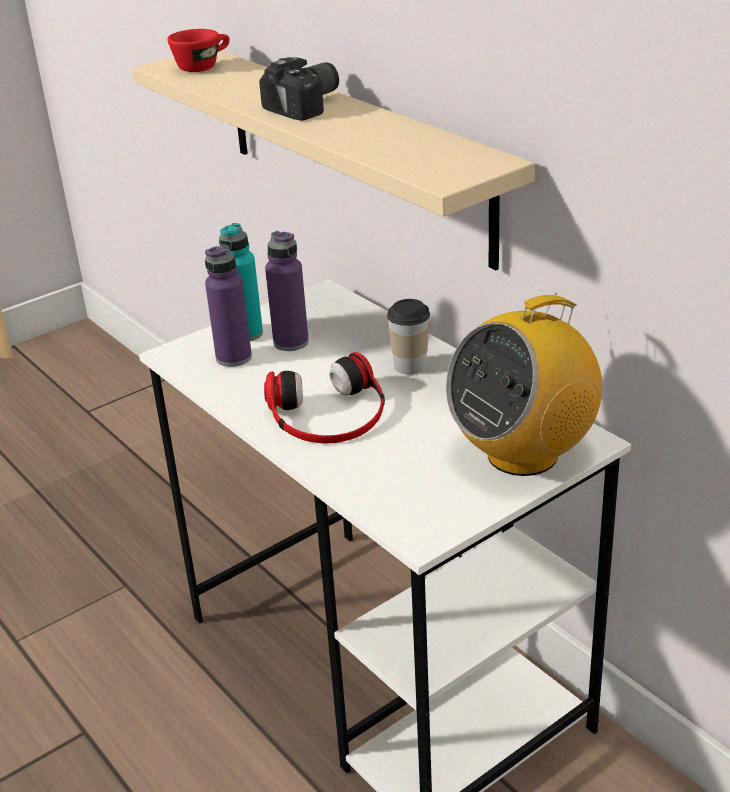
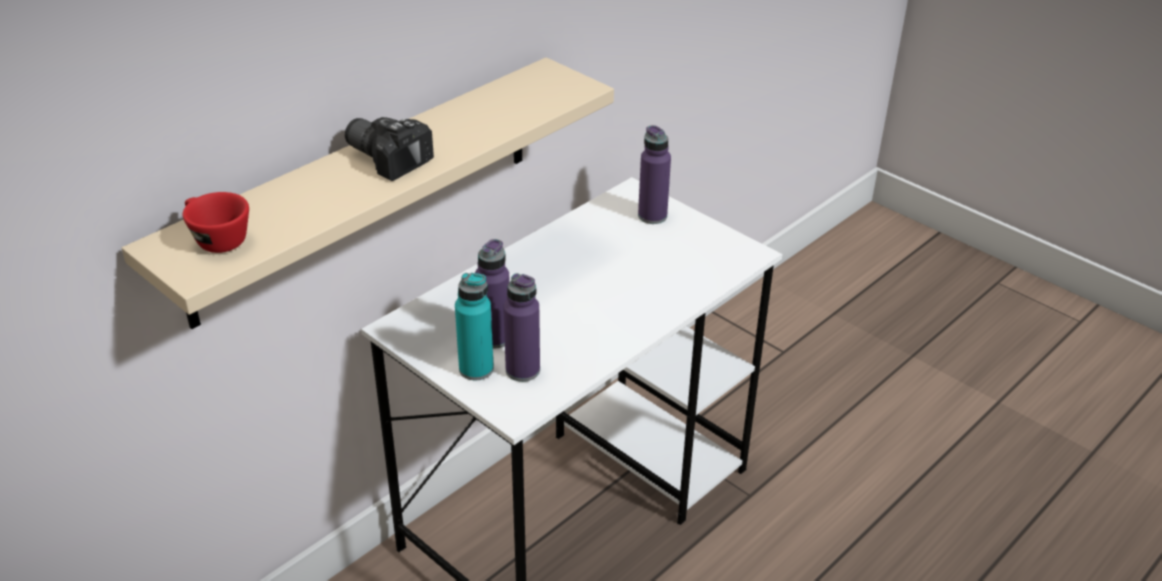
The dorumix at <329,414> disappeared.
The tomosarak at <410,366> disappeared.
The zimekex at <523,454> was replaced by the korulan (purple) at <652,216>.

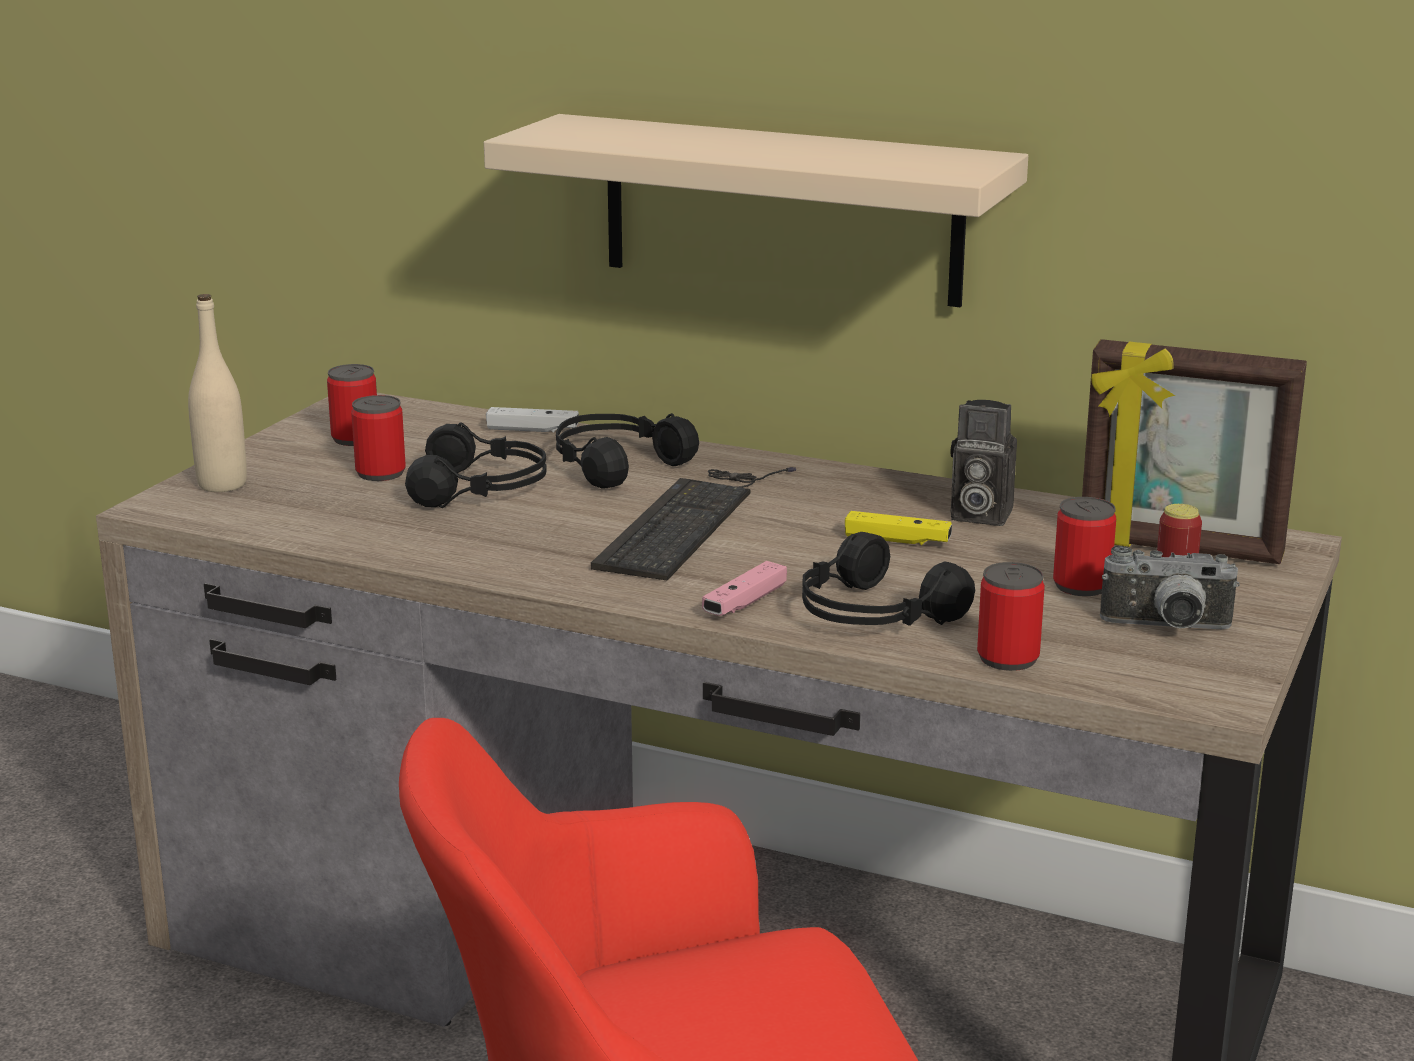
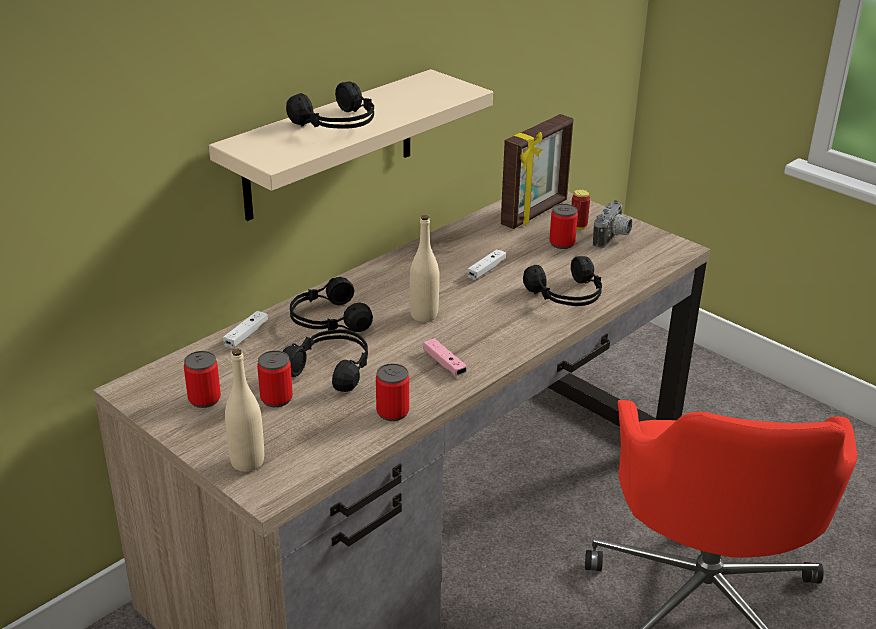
The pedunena at <977,515> disappeared.
The dorumix (black) at <338,124> appeared.
The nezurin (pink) moved from <745,602> to <444,363>.
The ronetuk moved from <1008,658> to <392,412>.
The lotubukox at <690,520> was replaced by the korulan (beige) at <424,315>.
The nezurin (yellow) at <897,540> became the nezurin (white) at <486,269>.

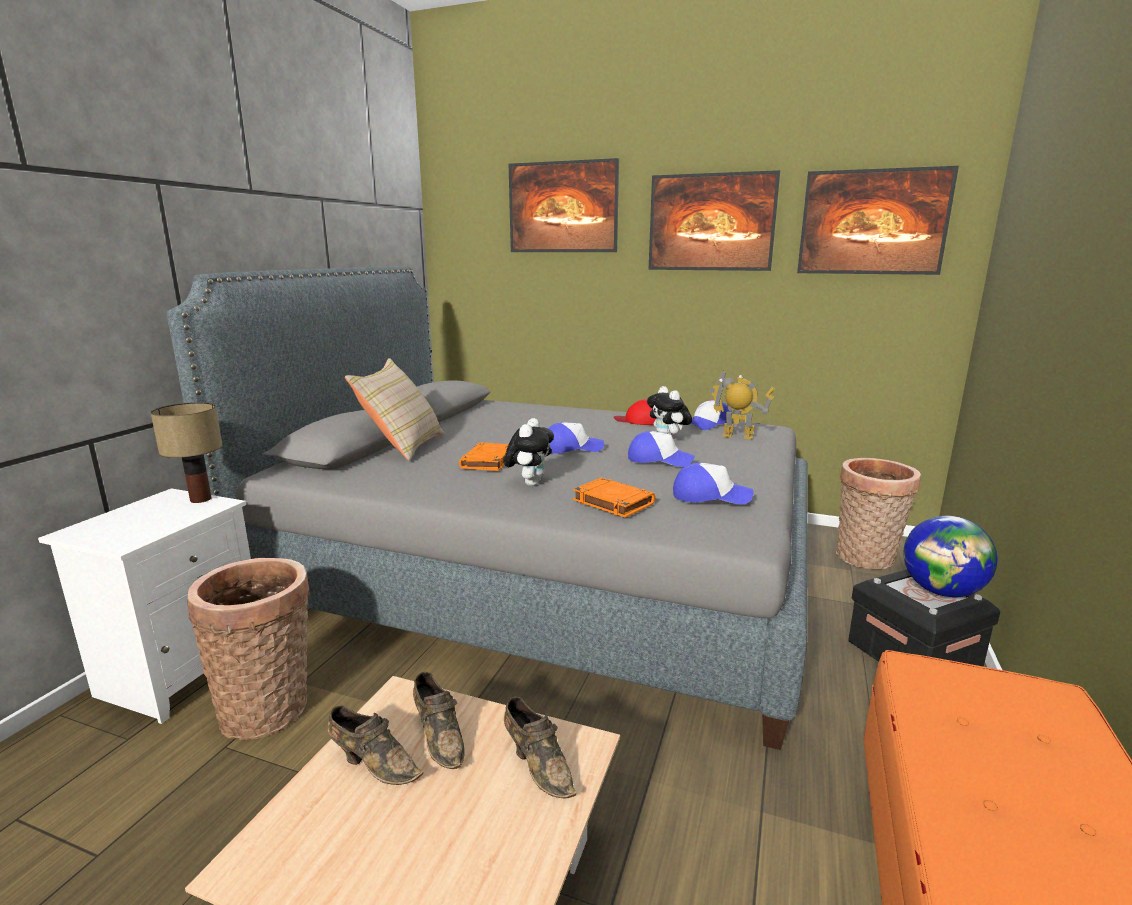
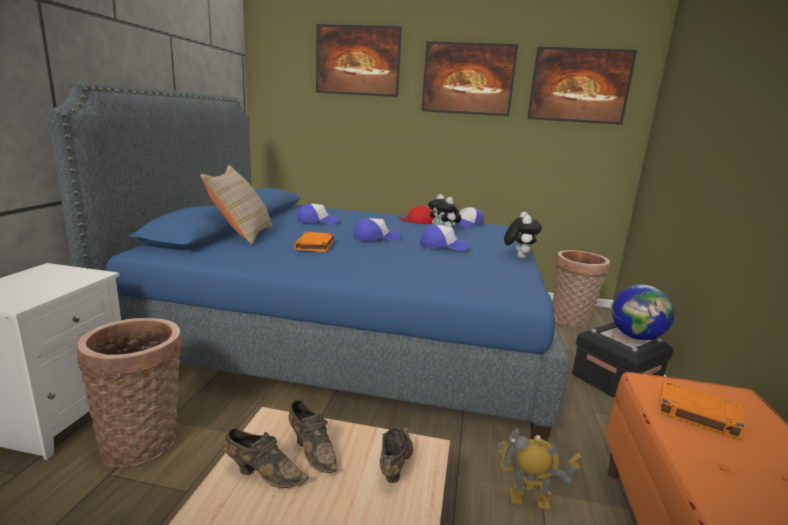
The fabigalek at <199,499> disappeared.
The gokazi moved from <530,483> to <518,257>.
The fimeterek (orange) moved from <612,502> to <697,413>.
The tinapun moved from <710,496> to <317,221>.
The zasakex moved from <737,436> to <529,500>.
The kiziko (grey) at <541,574> became the kiziko (blue) at <347,334>.
The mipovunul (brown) at <538,765> turned 120 degrees counterclockwise.

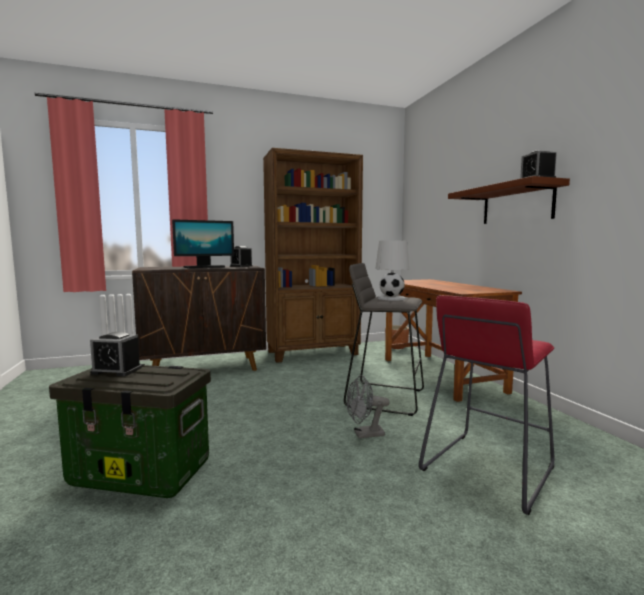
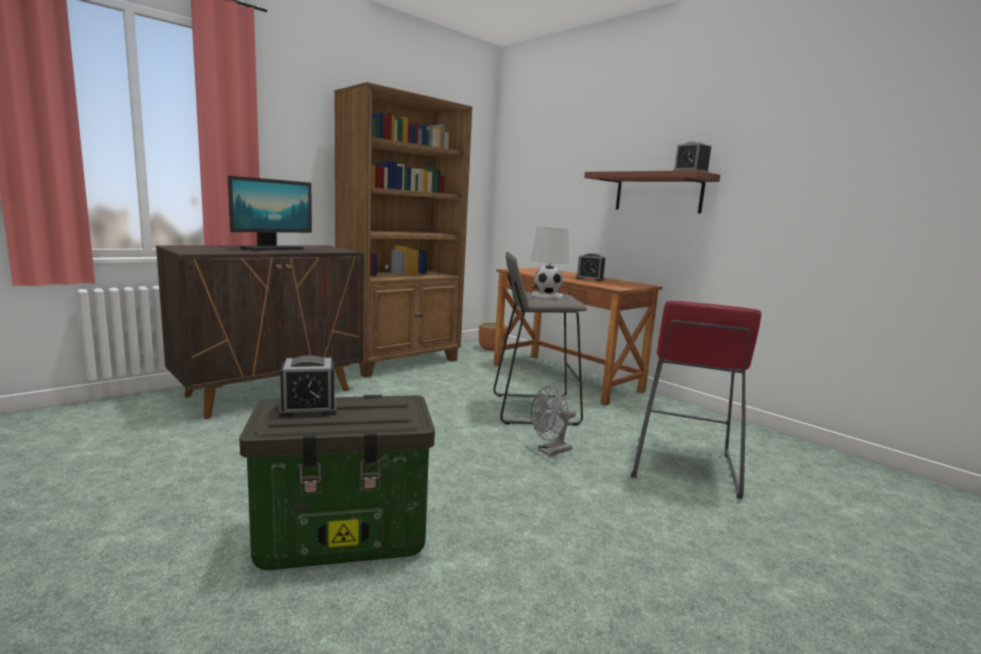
The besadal moved from <241,266> to <590,279>.

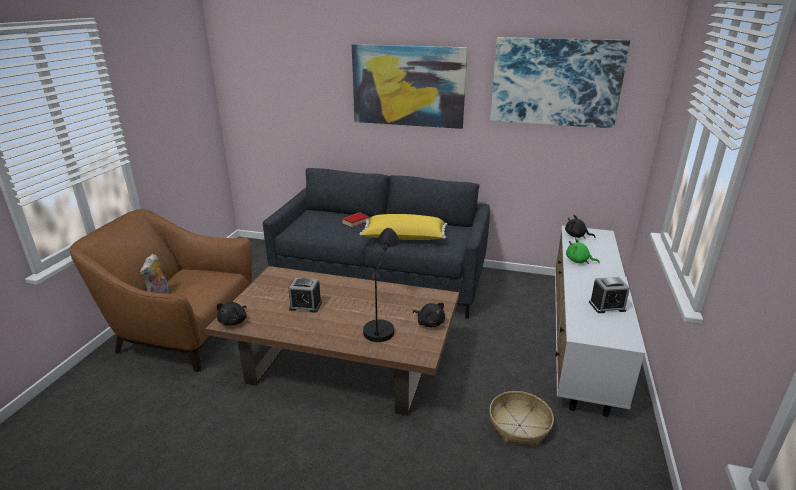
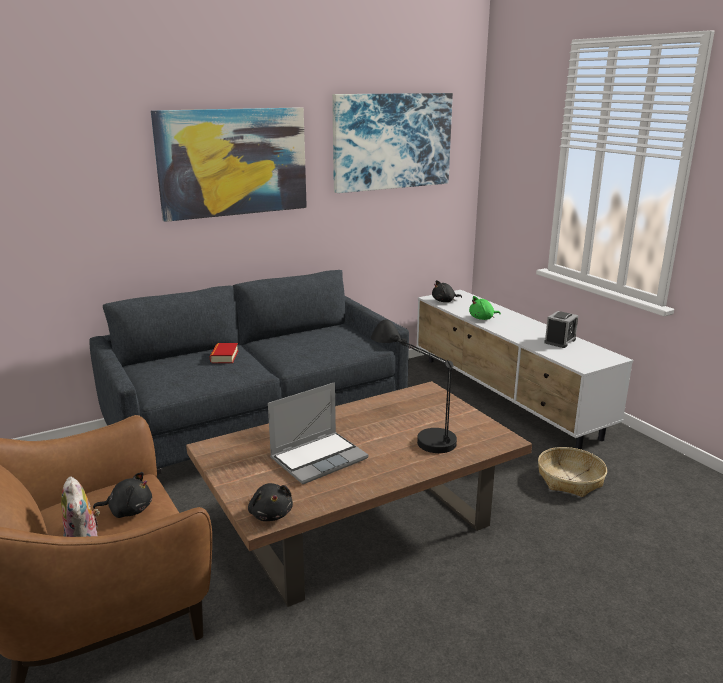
The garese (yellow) at <404,238> disappeared.
The gokazi (black) moved from <429,323> to <128,510>.
The besadal at <305,305> was replaced by the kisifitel at <319,458>.

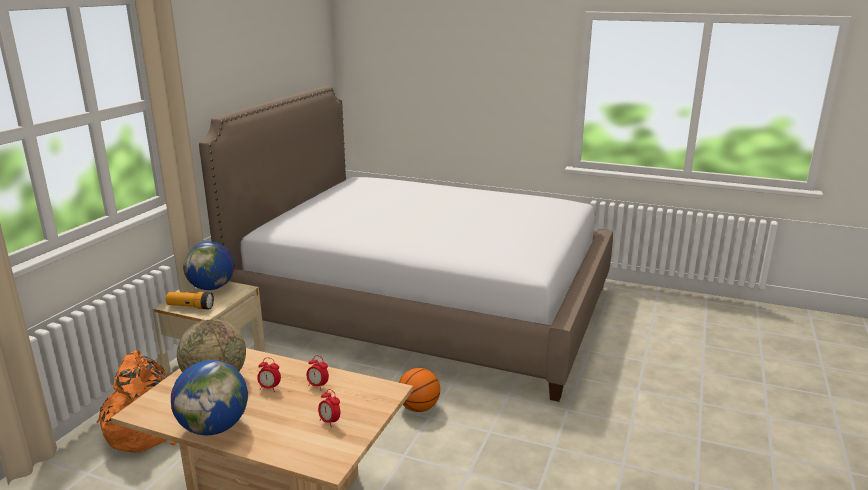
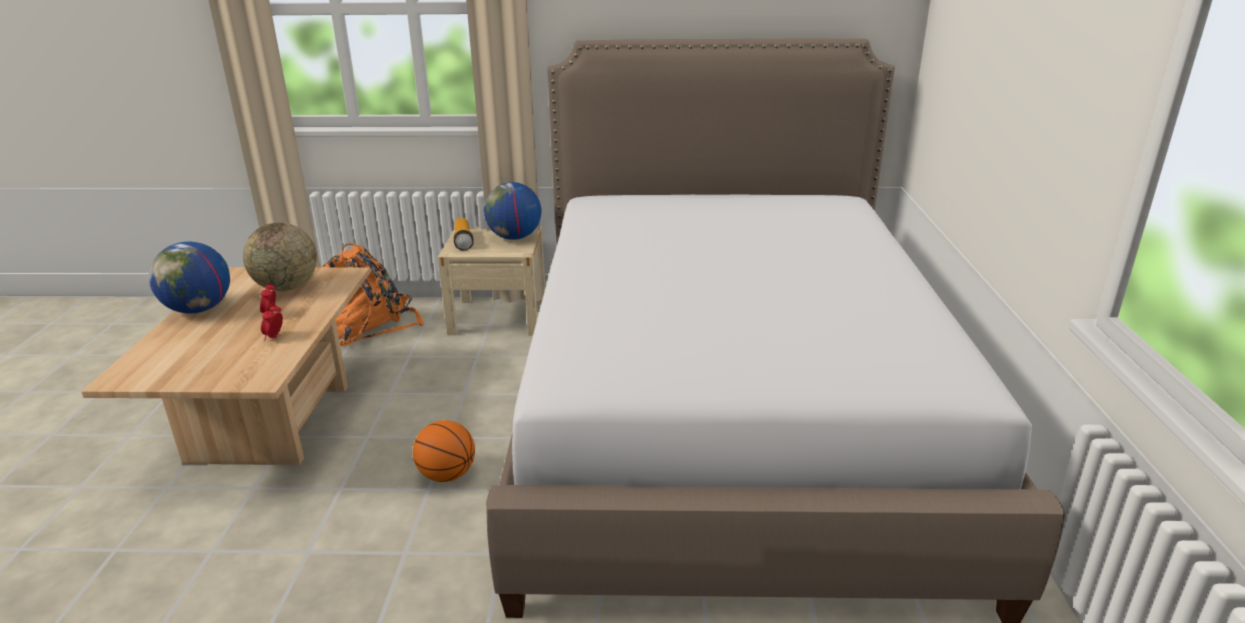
The besadal at <330,422> disappeared.

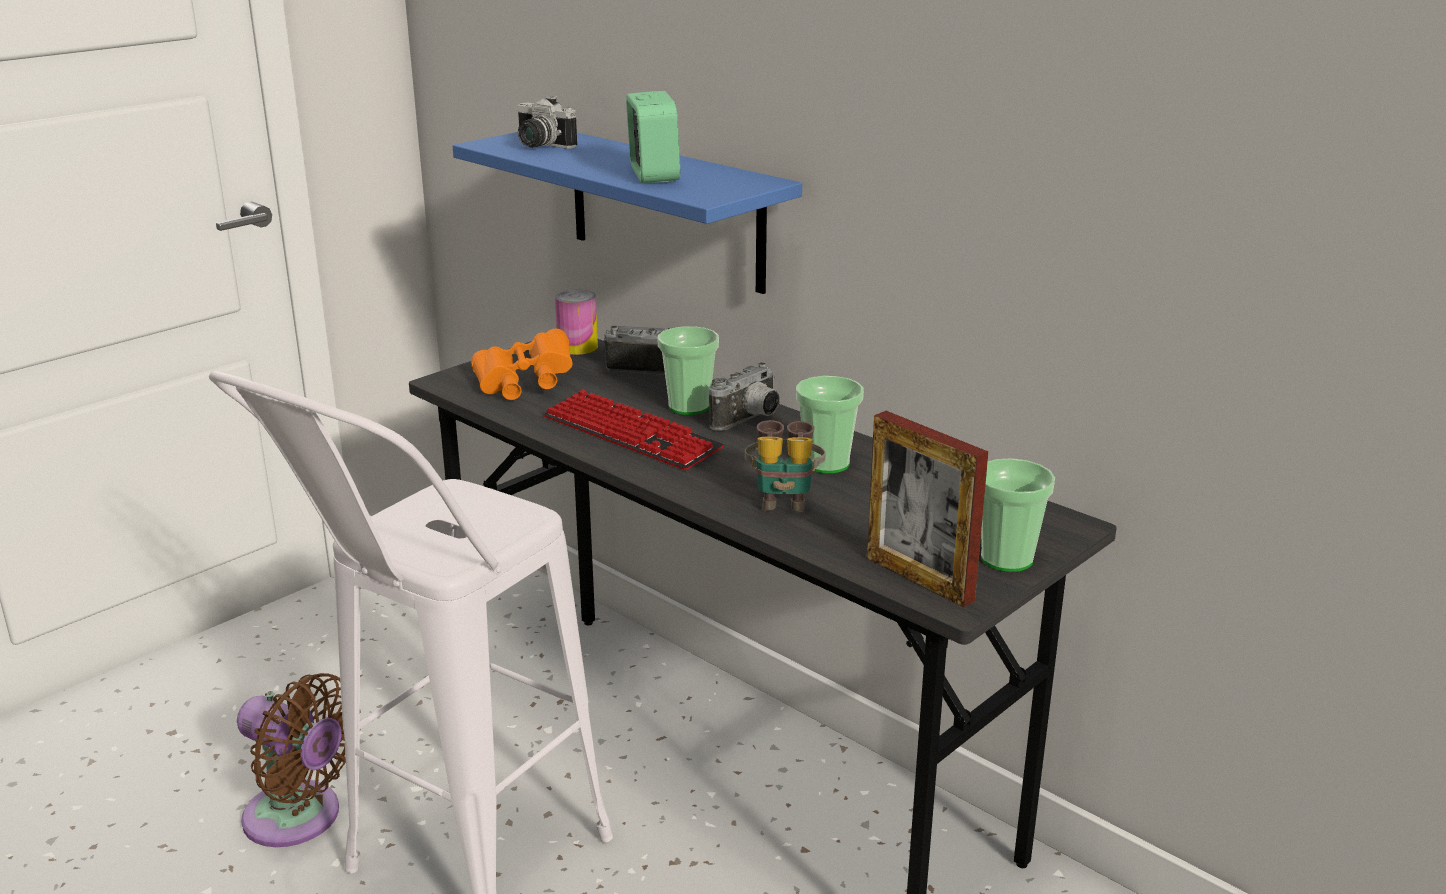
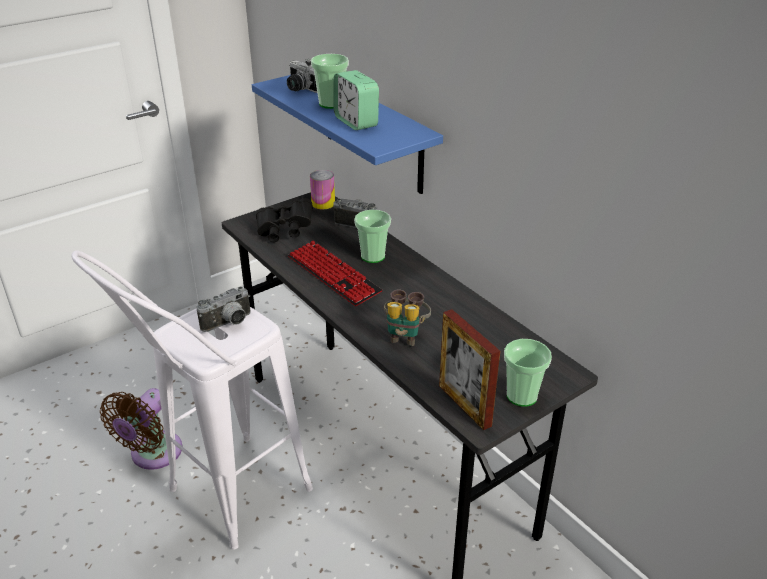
The pedunena moved from <750,420> to <229,324>.
The tomosarak moved from <827,463> to <331,104>.
The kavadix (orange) at <524,385> became the kavadix (black) at <284,231>.
The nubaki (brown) at <299,819> turned 75 degrees clockwise.
The besadal at <653,175> turned 150 degrees clockwise.

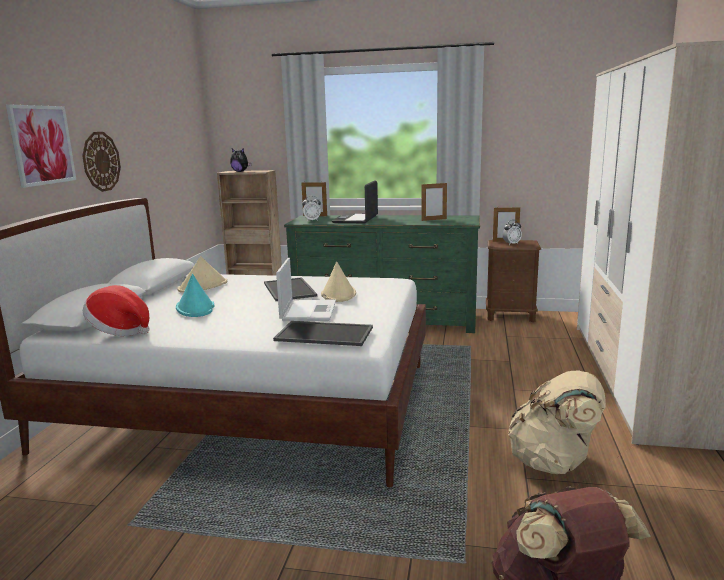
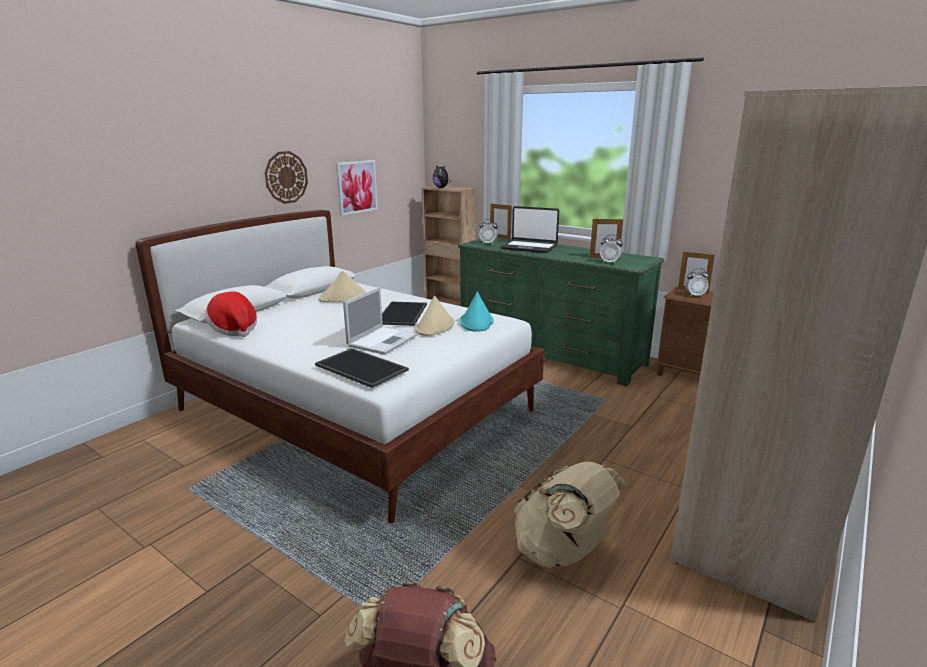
The besadal at <610,263> appeared.
The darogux moved from <42,145> to <357,187>.
The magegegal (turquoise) moved from <195,308> to <477,322>.
The kisifitel at <356,219> turned 105 degrees counterclockwise.

